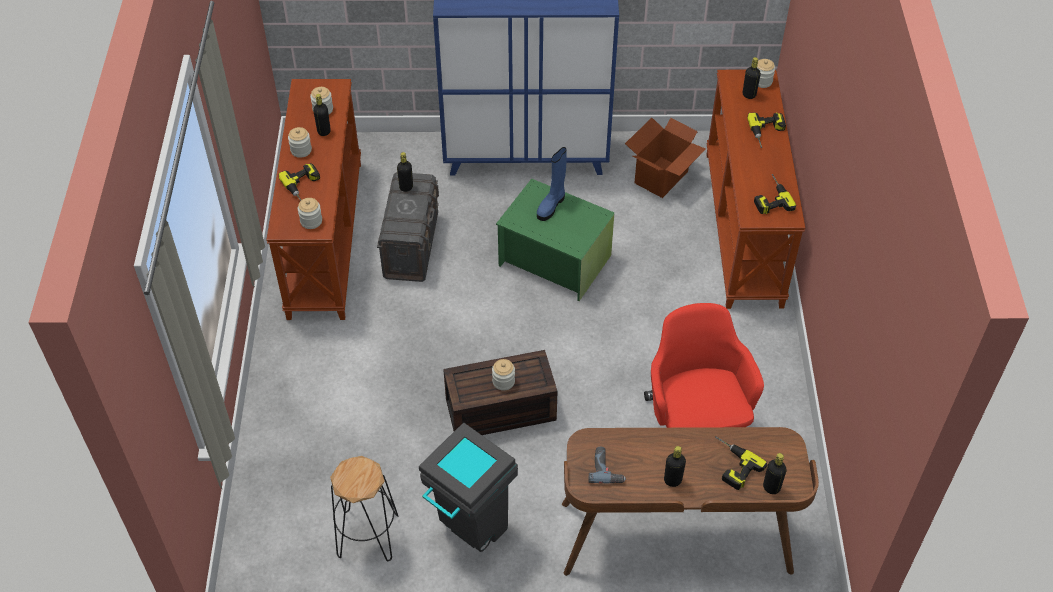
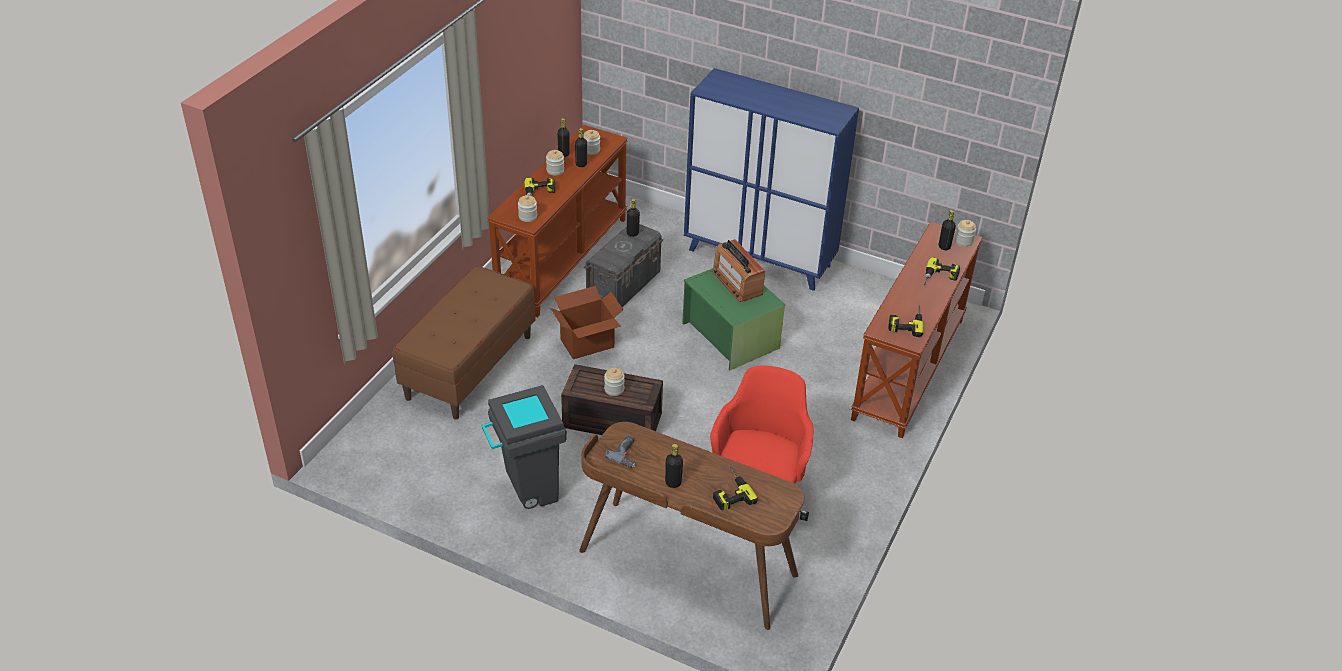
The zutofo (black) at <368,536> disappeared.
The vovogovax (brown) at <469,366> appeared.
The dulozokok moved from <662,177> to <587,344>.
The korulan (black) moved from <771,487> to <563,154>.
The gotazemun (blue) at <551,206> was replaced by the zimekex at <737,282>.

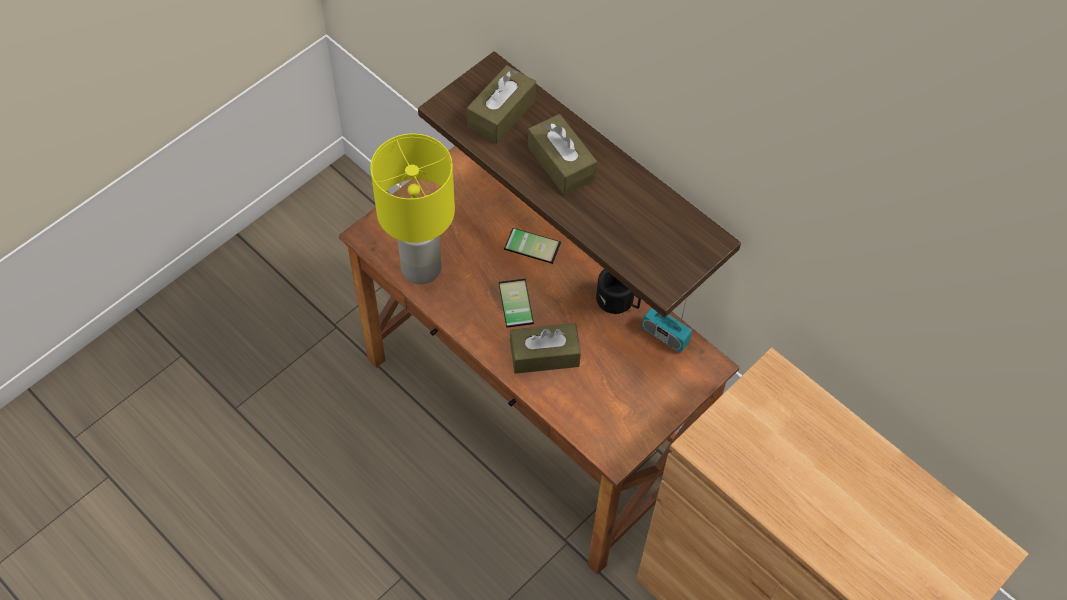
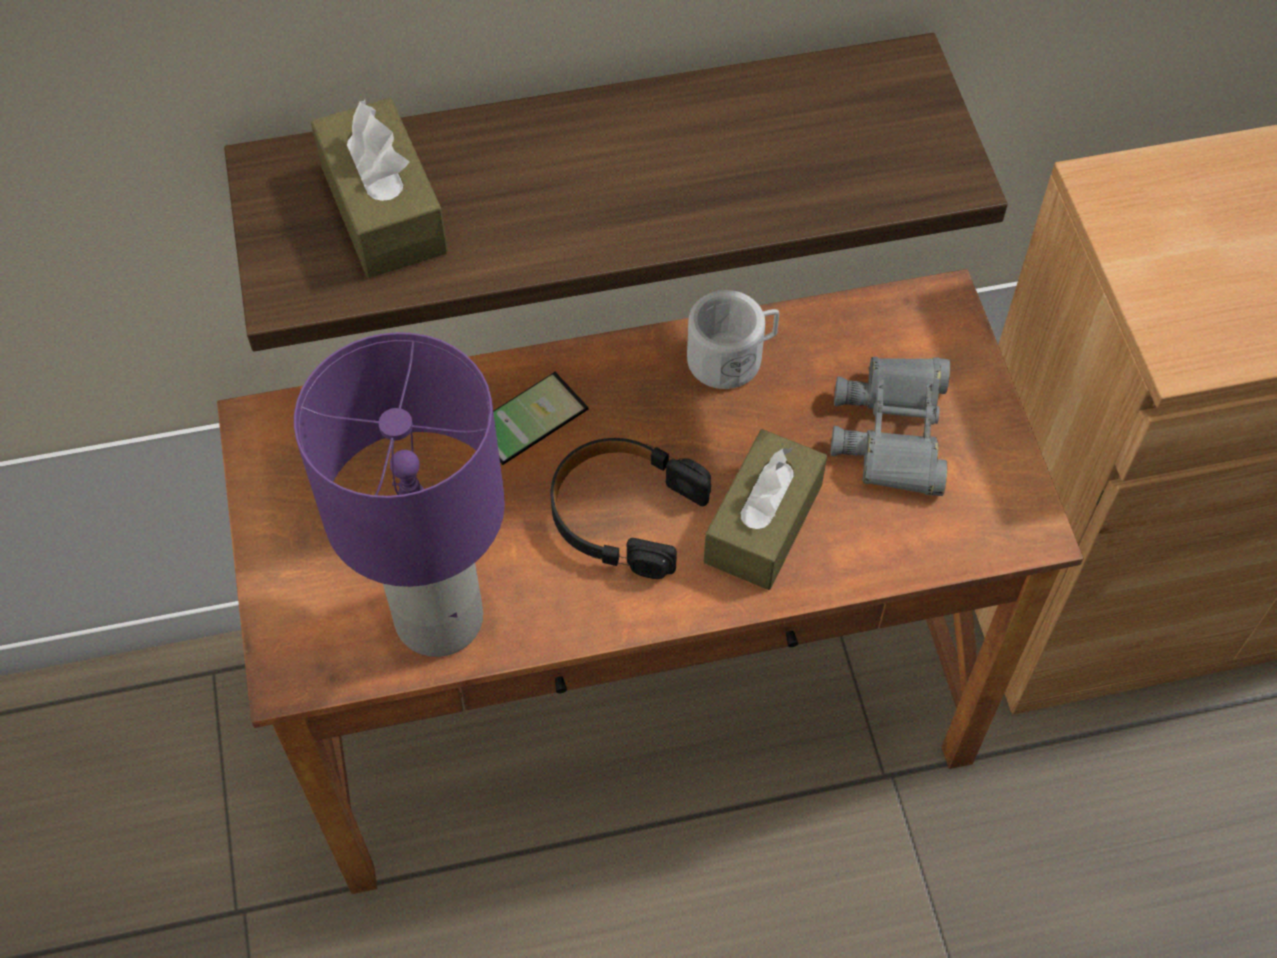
The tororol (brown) at <561,163> disappeared.
The zimekex at <665,335> disappeared.
The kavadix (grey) at <894,431> appeared.
The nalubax at <513,303> was replaced by the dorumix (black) at <624,513>.
The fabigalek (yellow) at <421,267> became the fabigalek (purple) at <437,616>.
The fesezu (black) at <618,301> became the fesezu (white) at <732,357>.

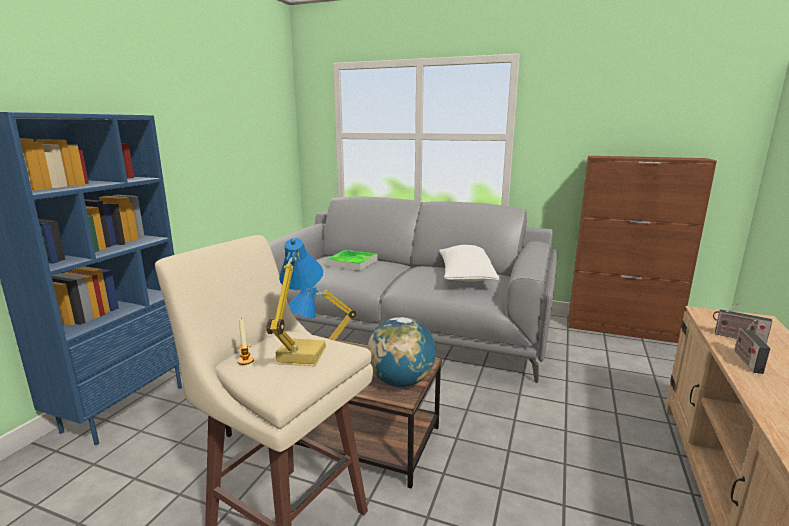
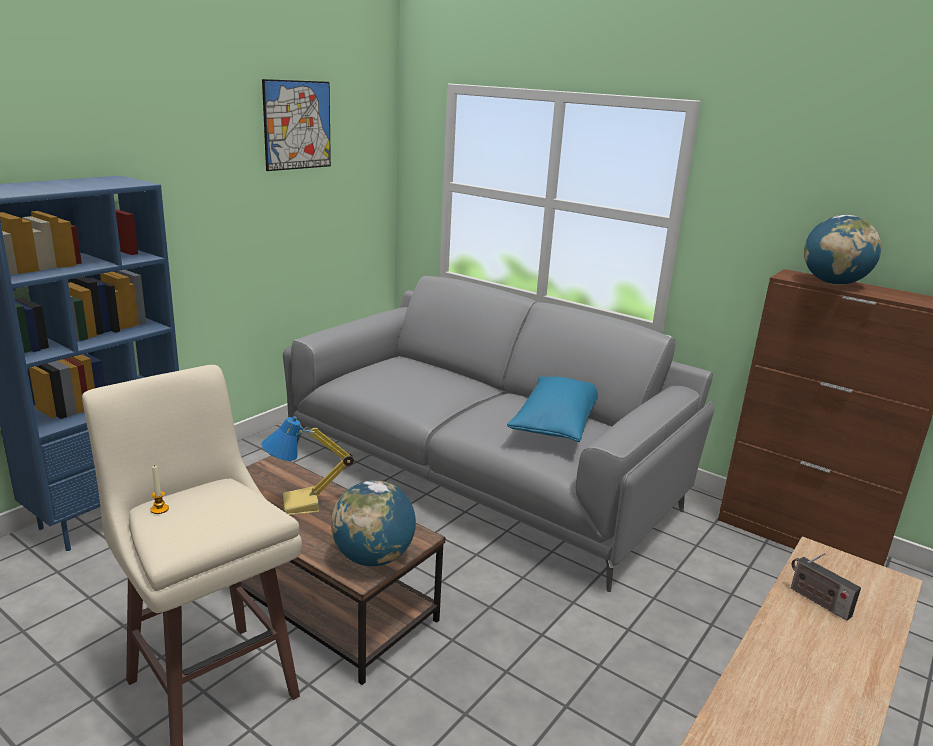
The fabigalek at <299,355> disappeared.
The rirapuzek at <352,263> disappeared.
The zimekex at <746,360> disappeared.
The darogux at <297,125> appeared.
The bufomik at <833,283> appeared.
The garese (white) at <465,276> became the garese (blue) at <555,424>.

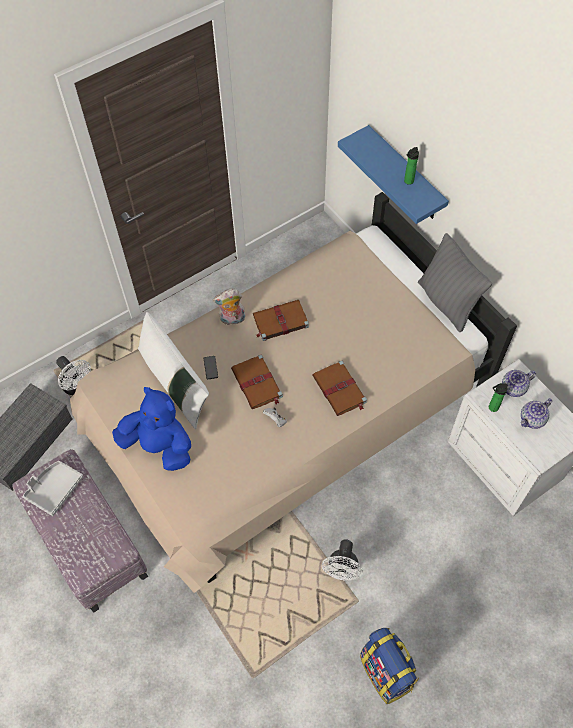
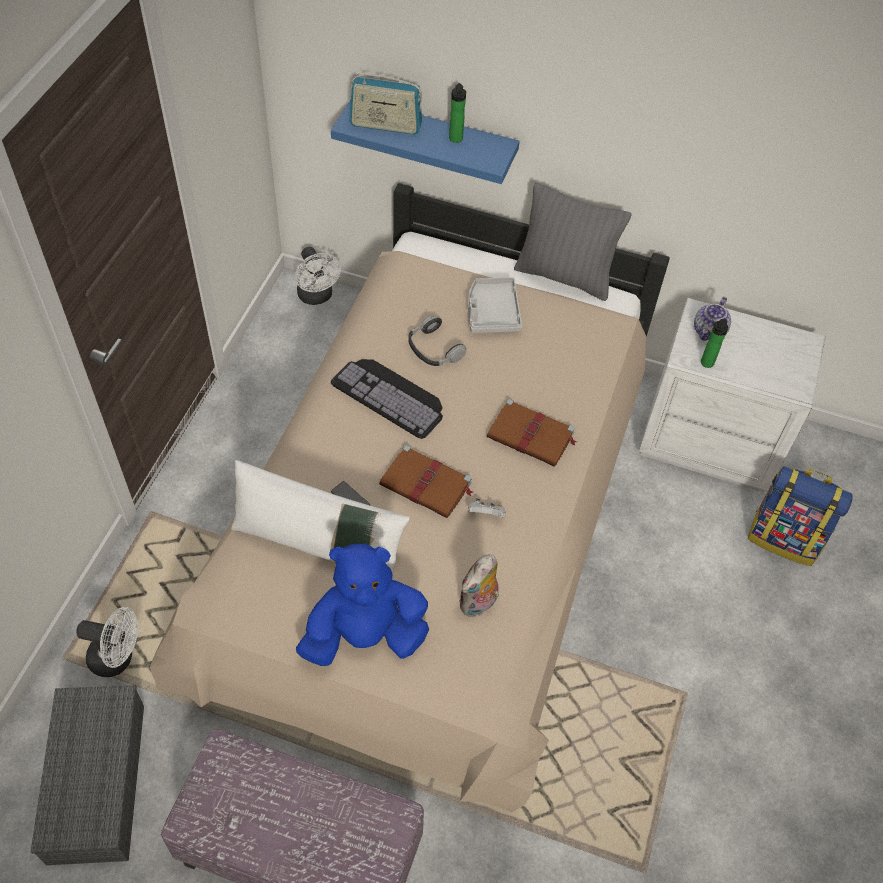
The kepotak at <532,419> disappeared.
The zimekex at <385,125> appeared.
The dorumix at <434,349> appeared.
The rirapuzek (grey) moved from <54,489> to <492,312>.
The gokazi moved from <232,319> to <479,604>.
The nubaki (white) moved from <342,571> to <317,297>.
The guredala moved from <387,672> to <785,537>.
The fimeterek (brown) at <279,321> was replaced by the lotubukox at <391,395>.

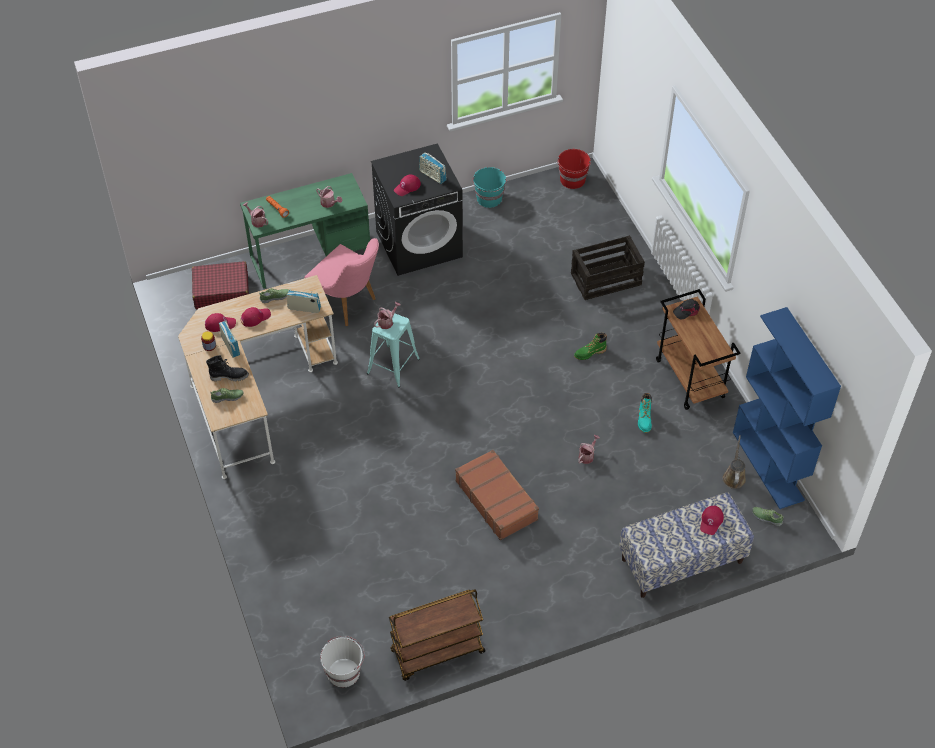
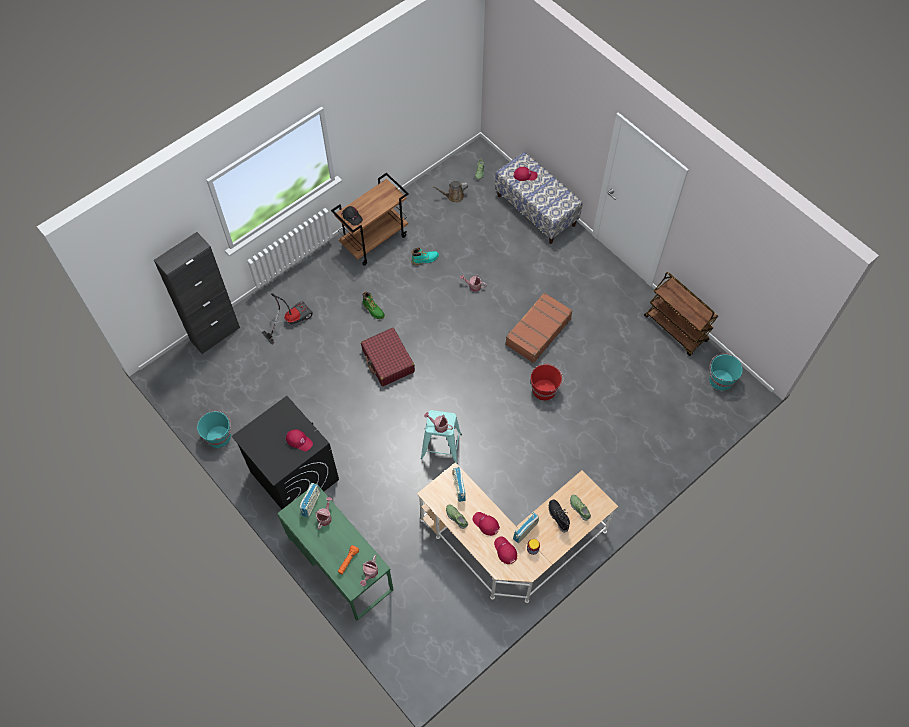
The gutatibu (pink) at <348,304> disappeared.
The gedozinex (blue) at <768,466> disappeared.
The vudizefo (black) at <215,334> appeared.
The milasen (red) moved from <221,291> to <388,361>.
The zimekex moved from <432,176> to <311,503>.
The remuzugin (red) moved from <572,180> to <544,389>.
The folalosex at <605,280> was replaced by the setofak at <290,320>.
The remuzugin (white) at <344,672> became the remuzugin (turquoise) at <720,380>.

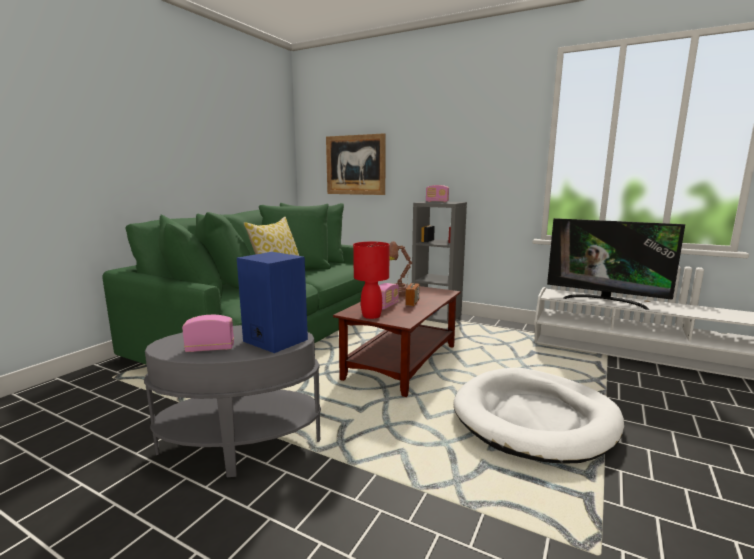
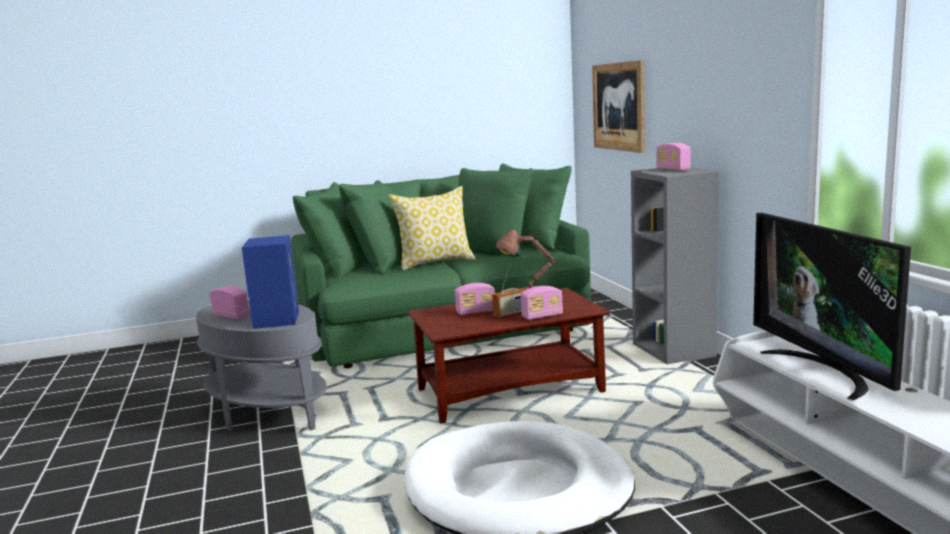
The fabigalek (red) at <371,316> disappeared.
The zimekex at <542,316> appeared.

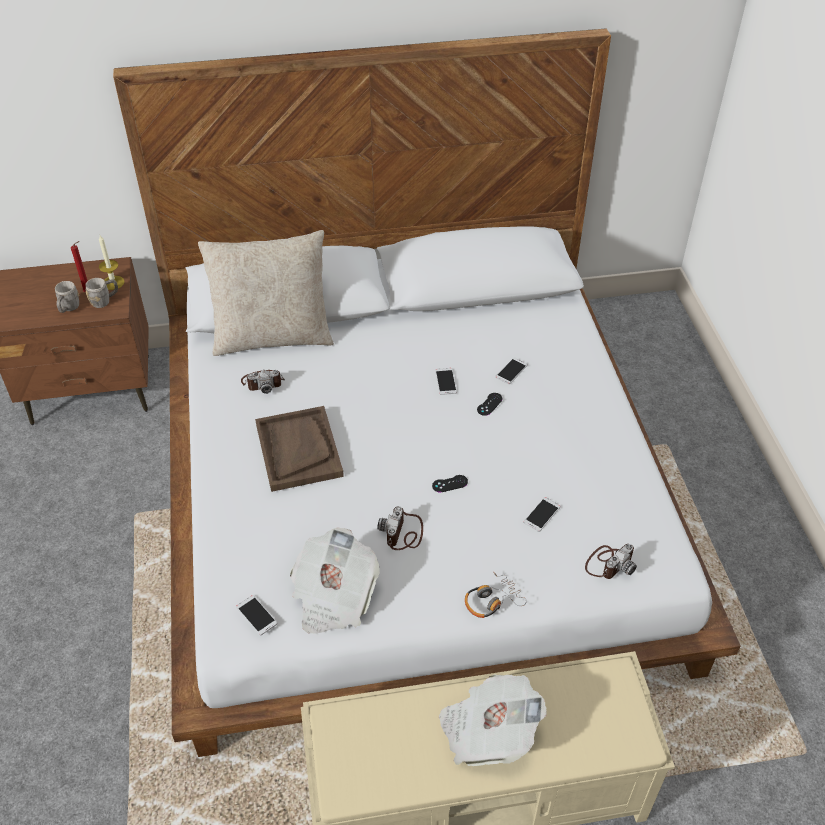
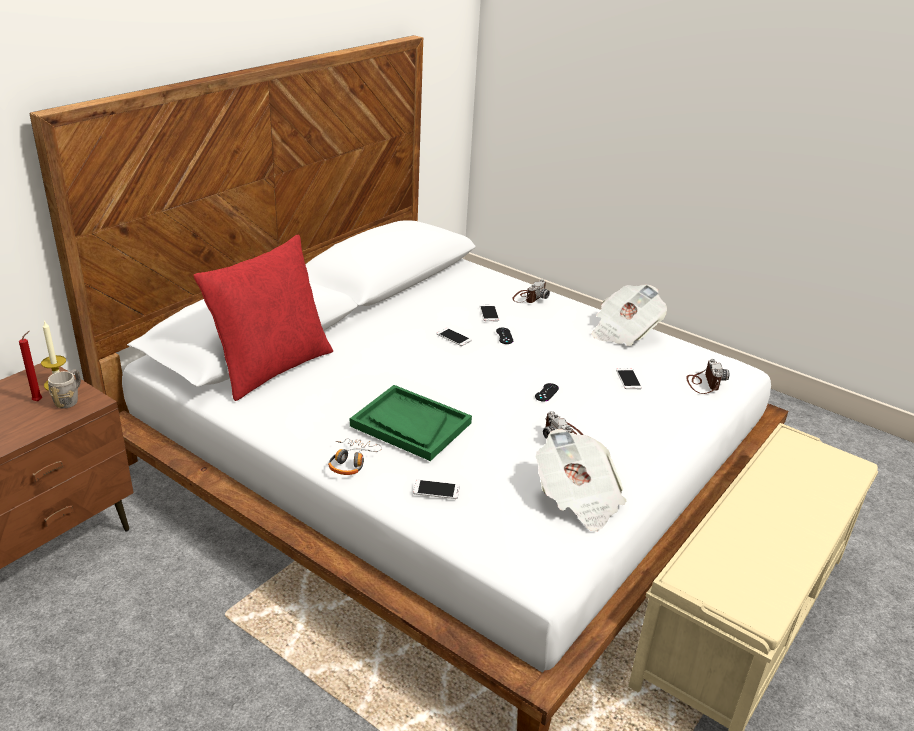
The fesezu (grey) at <69,308> disappeared.
The nalubax moved from <256,615> to <436,490>.
The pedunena moved from <263,382> to <529,297>.
The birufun moved from <488,731> to <624,332>.
The dorumix moved from <492,600> to <351,461>.
The garese (beige) at <273,336> became the garese (red) at <271,367>.
The rirapuzek (brown) at <298,450> became the rirapuzek (green) at <410,424>.

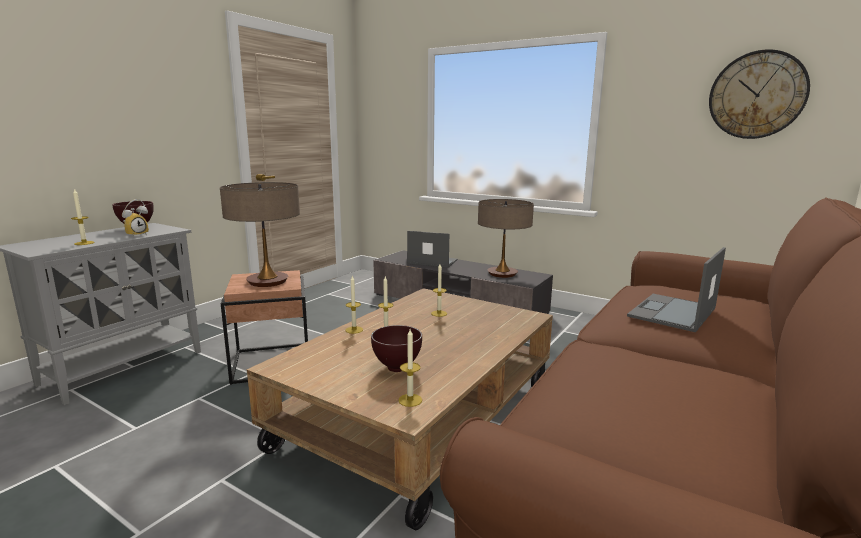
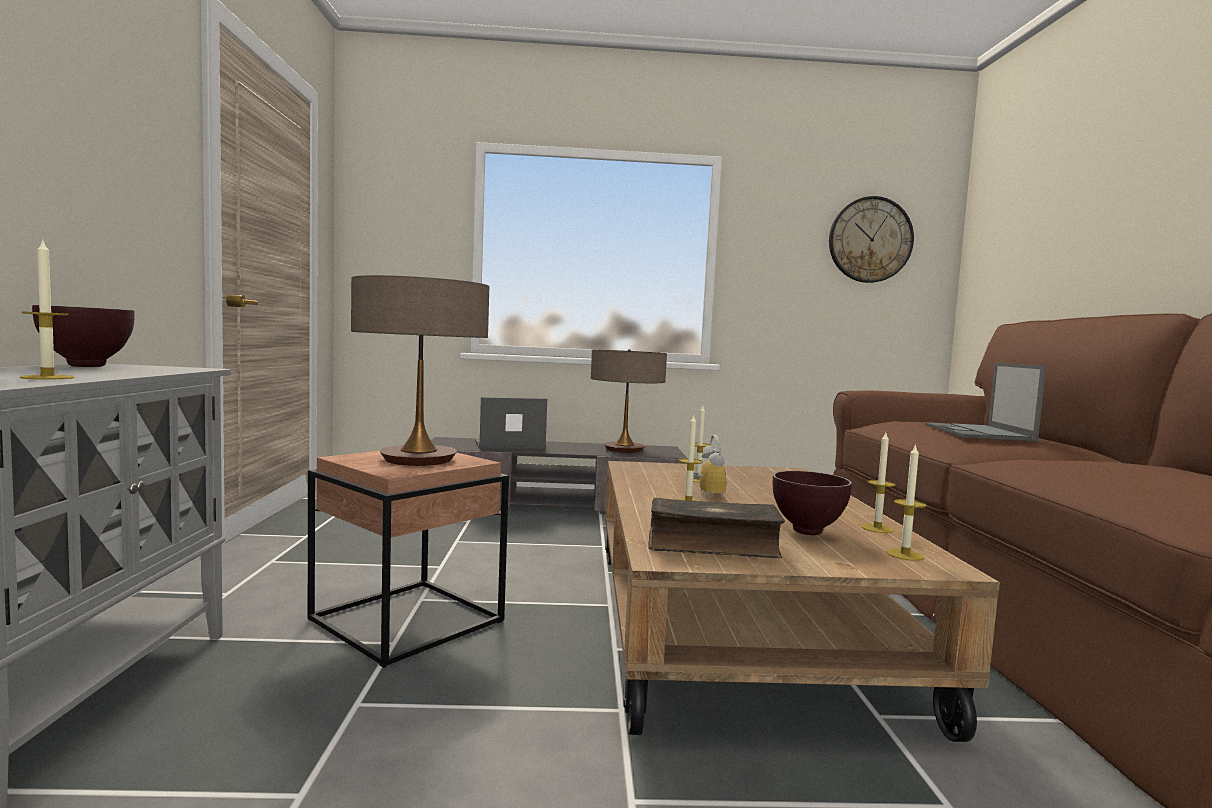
The fimeterek at <712,544> appeared.
The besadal moved from <136,235> to <705,494>.
The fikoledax moved from <354,330> to <877,528>.

